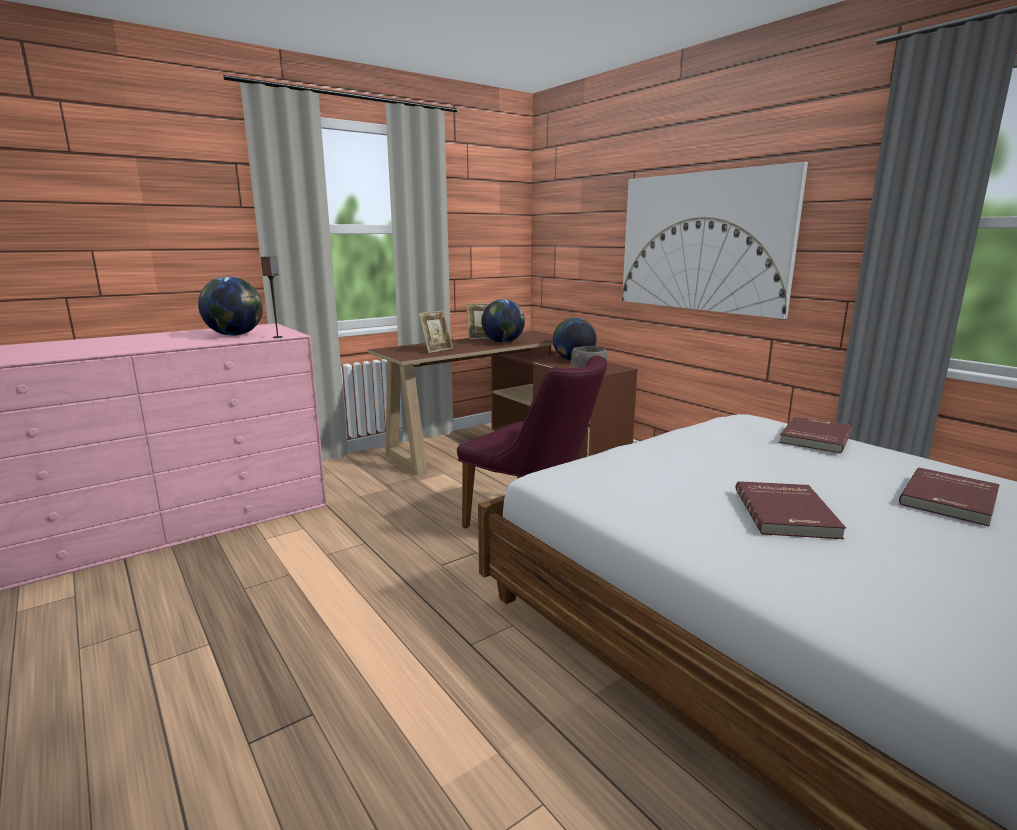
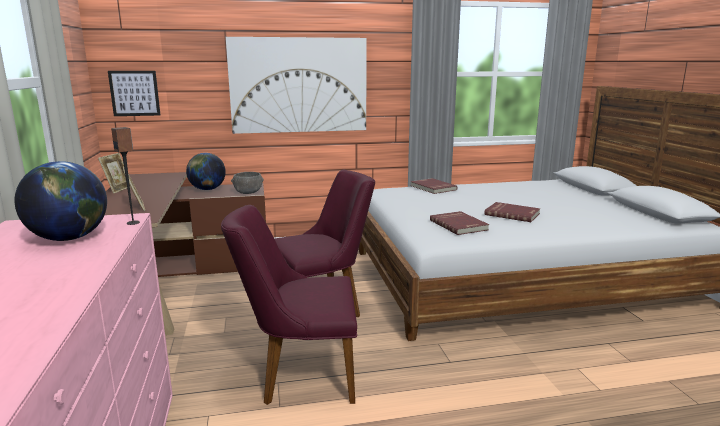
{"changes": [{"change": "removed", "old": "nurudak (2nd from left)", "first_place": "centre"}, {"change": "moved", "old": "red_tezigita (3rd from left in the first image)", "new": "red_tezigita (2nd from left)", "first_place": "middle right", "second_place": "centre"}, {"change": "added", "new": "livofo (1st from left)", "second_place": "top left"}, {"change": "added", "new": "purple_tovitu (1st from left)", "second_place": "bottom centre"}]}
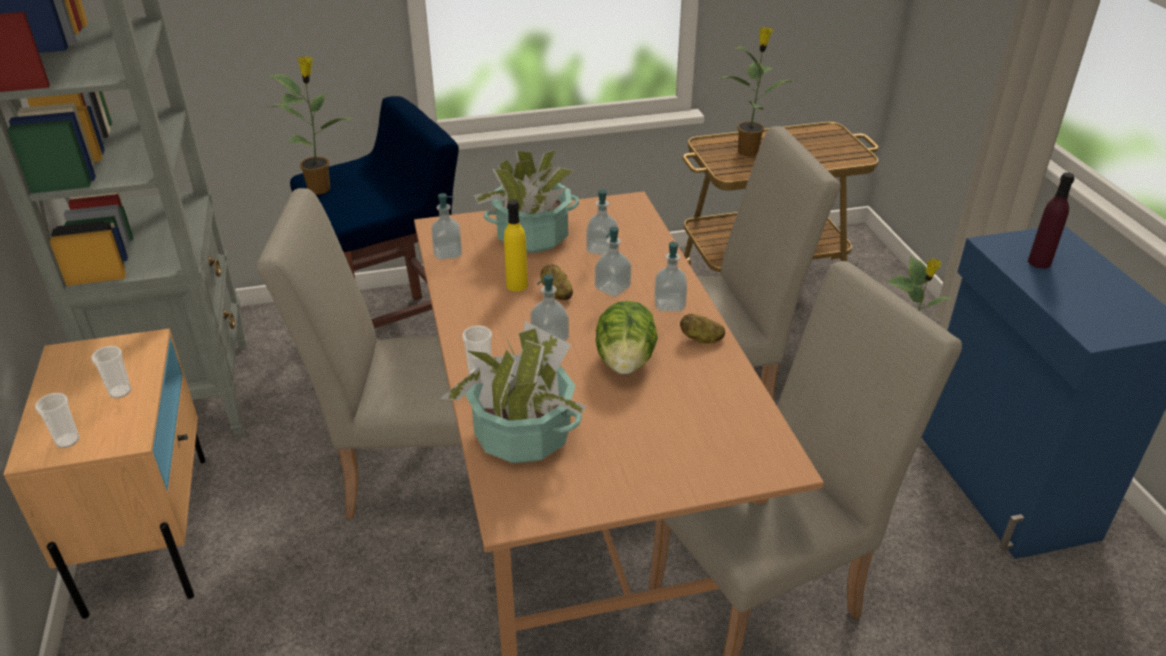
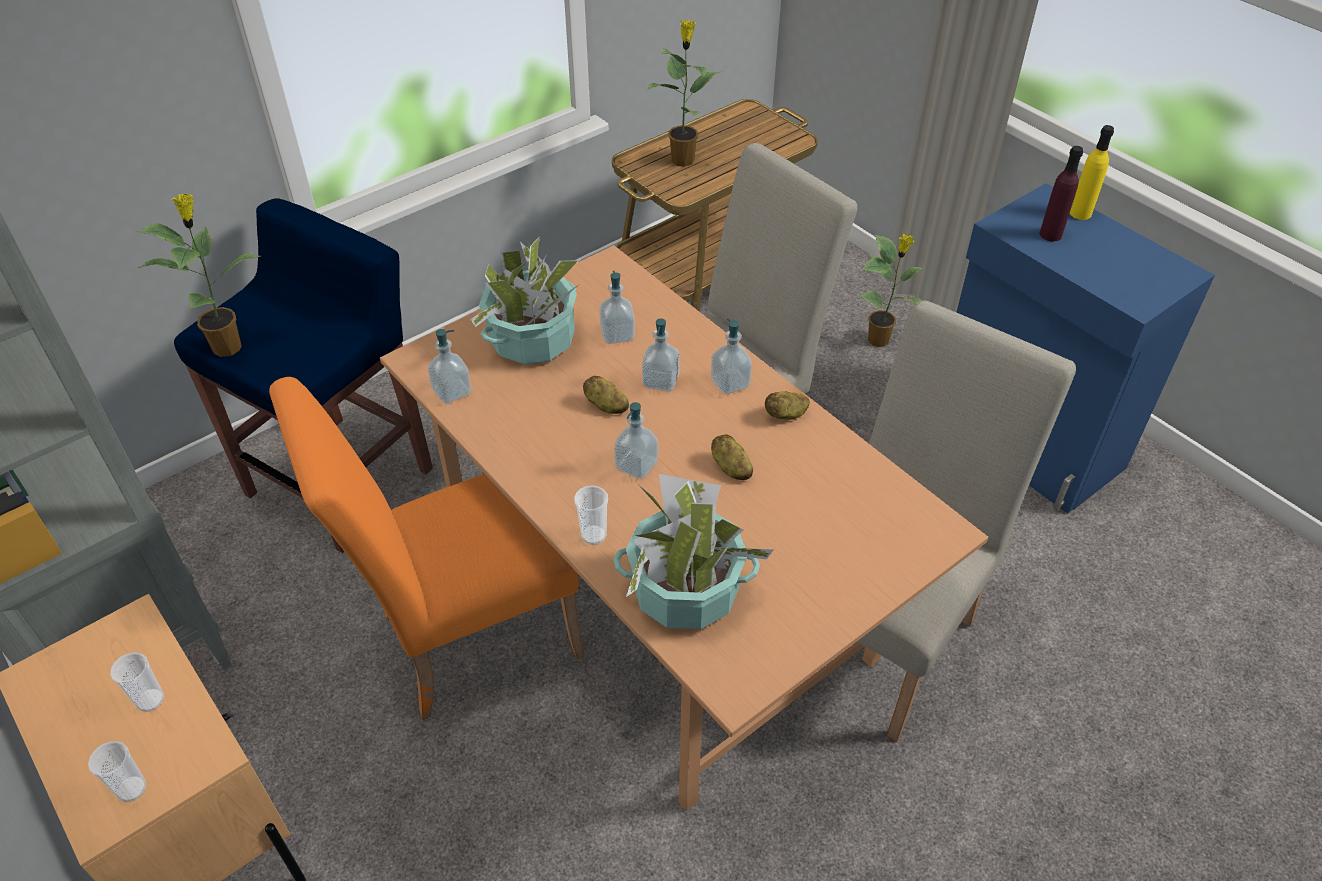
{"changes": [{"change": "recoloured", "old": "beige_tovitu (1st from left)", "new": "orange_tovitu", "first_place": "middle left", "second_place": "middle left"}, {"change": "moved", "old": "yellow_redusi", "first_place": "centre", "second_place": "top right"}, {"change": "replaced", "old": "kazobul", "new": "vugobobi (2nd from left)", "first_place": "centre", "second_place": "centre"}]}
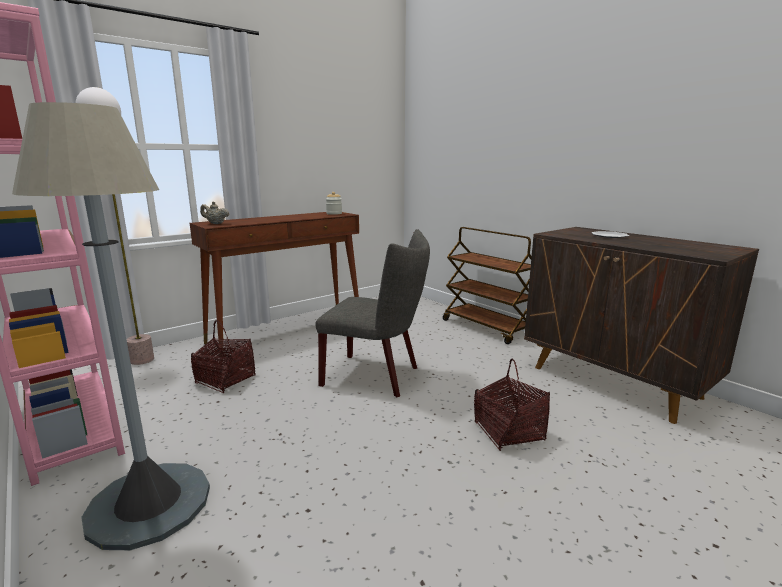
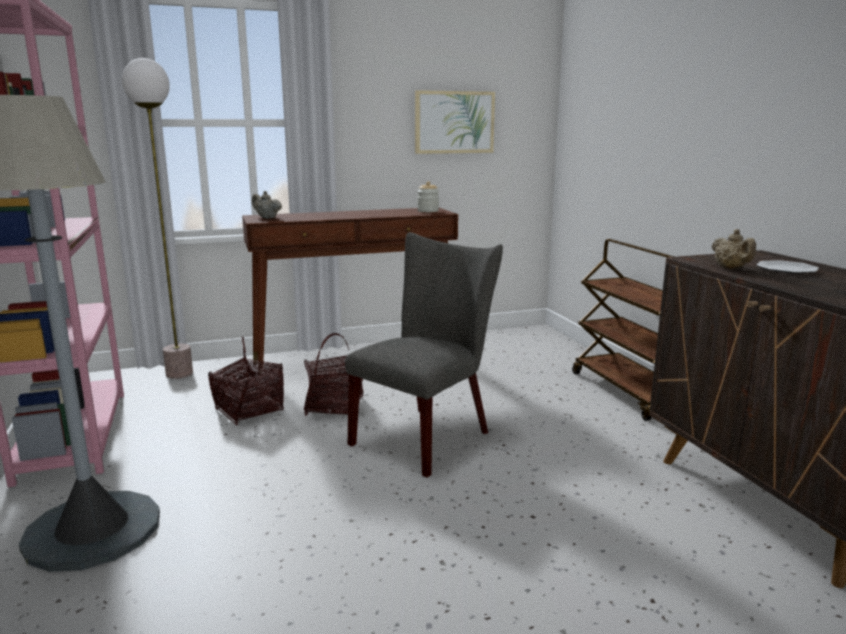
{"changes": [{"change": "turned", "old": "grey_tovitu", "first_place": "centre", "second_place": "centre", "degrees": -90}, {"change": "moved", "old": "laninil (2nd from left)", "first_place": "bottom centre", "second_place": "centre"}, {"change": "added", "new": "livofo", "second_place": "top centre"}, {"change": "added", "new": "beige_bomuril (2nd from left)", "second_place": "middle right"}]}
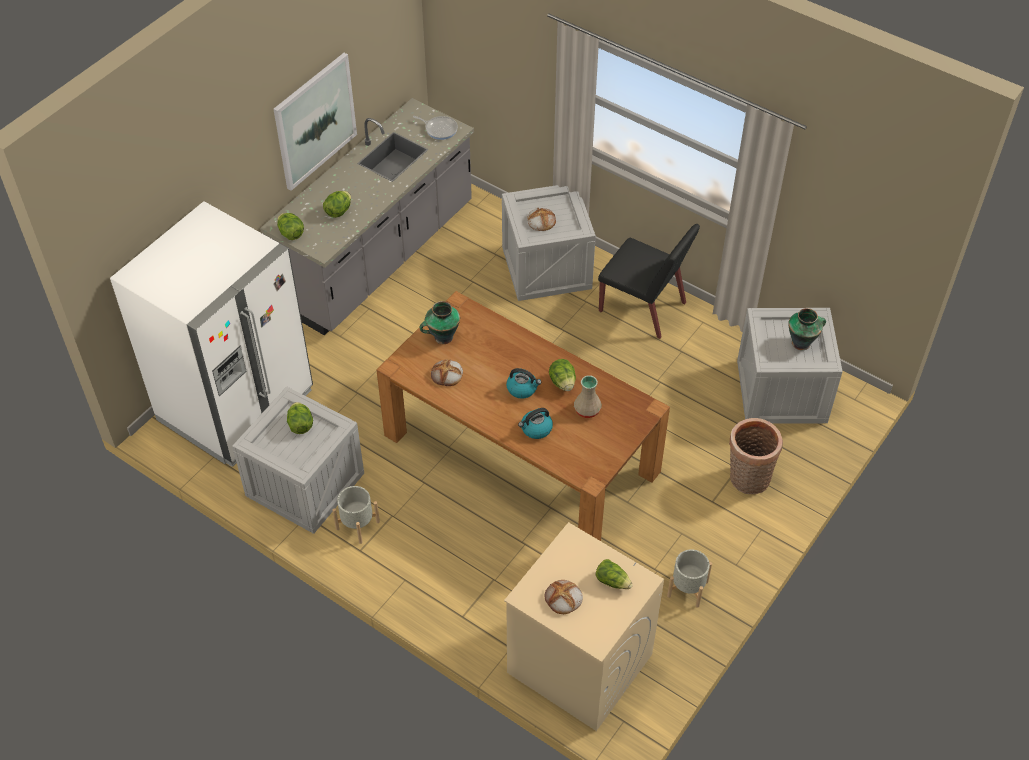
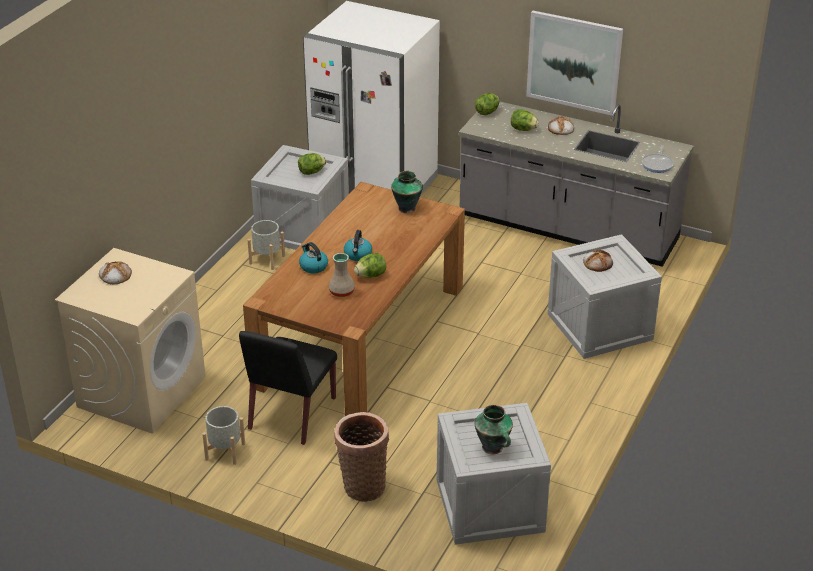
{"changes": [{"change": "moved", "old": "black_tovitu", "first_place": "centre", "second_place": "bottom centre"}, {"change": "moved", "old": "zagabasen (1st from left in the first image)", "new": "zagabasen (2nd from left)", "first_place": "centre", "second_place": "top right"}, {"change": "removed", "old": "kazobul (5th from left)", "first_place": "bottom centre"}]}
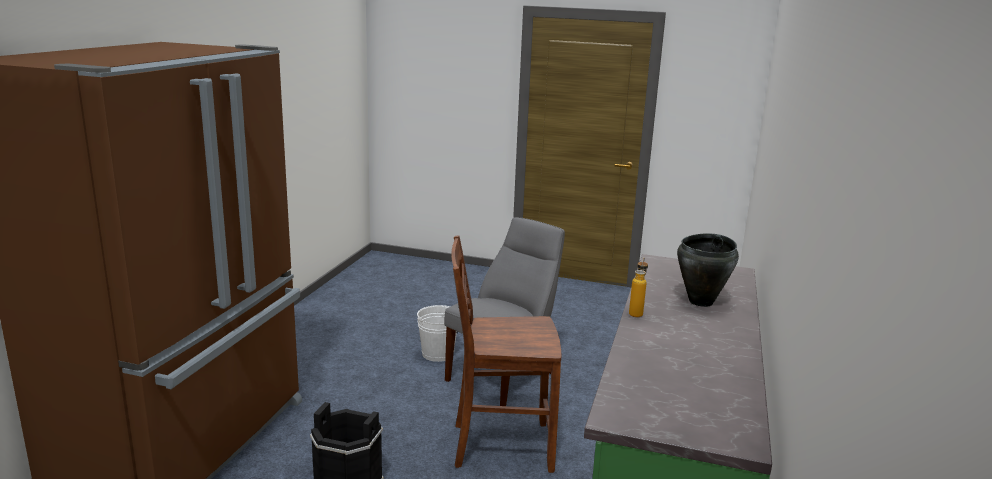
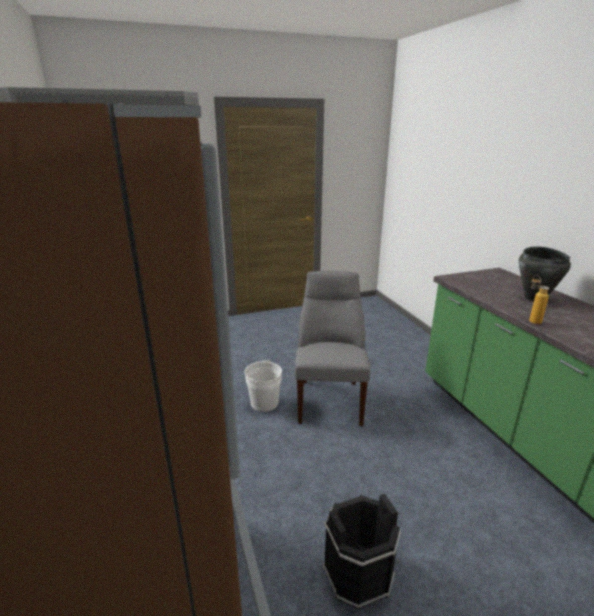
{"changes": [{"change": "removed", "old": "brown_tovitu", "first_place": "bottom centre"}]}
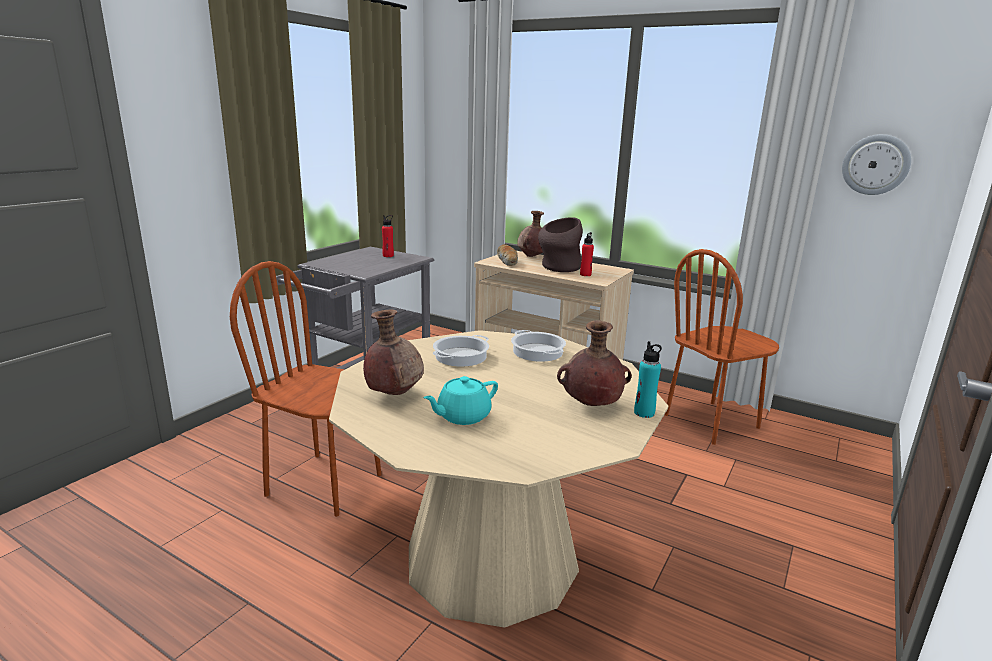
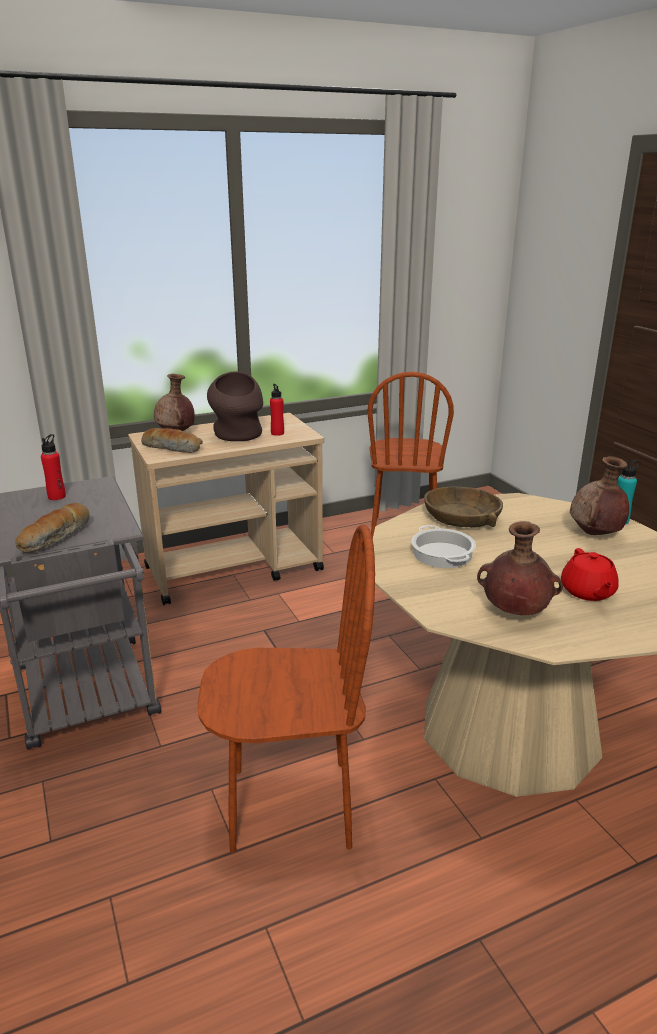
{"changes": [{"change": "removed", "old": "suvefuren", "first_place": "top right"}, {"change": "turned", "old": "brown_tovitu (1st from left)", "first_place": "middle left", "second_place": "centre", "degrees": -150}, {"change": "replaced", "old": "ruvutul (2nd from left)", "new": "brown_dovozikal", "first_place": "centre", "second_place": "middle right"}, {"change": "recoloured", "old": "turquoise_bomuril", "new": "red_bomuril", "first_place": "centre", "second_place": "middle right"}, {"change": "added", "new": "zagabasen (1st from left)", "second_place": "middle left"}]}
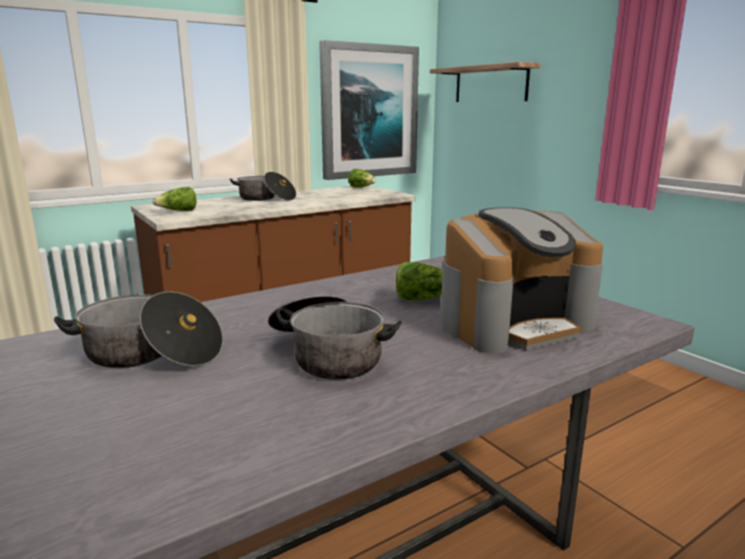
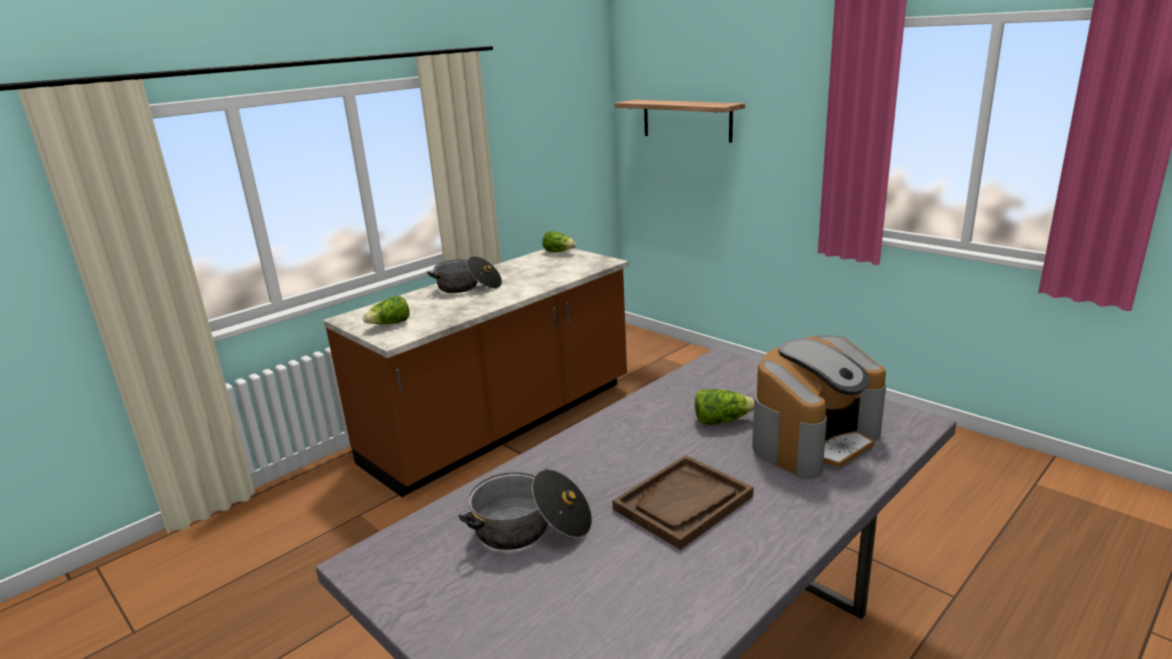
{"changes": [{"change": "removed", "old": "livofo", "first_place": "top centre"}, {"change": "replaced", "old": "ruvutul (3rd from left)", "new": "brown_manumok", "first_place": "centre", "second_place": "bottom centre"}]}
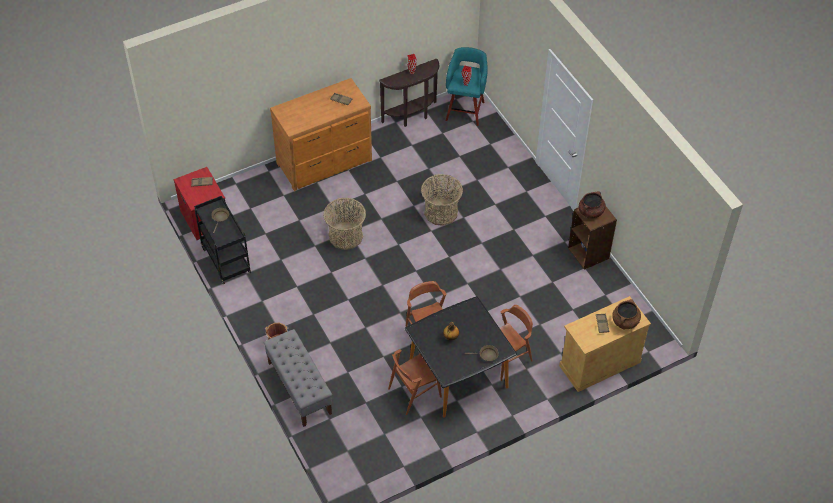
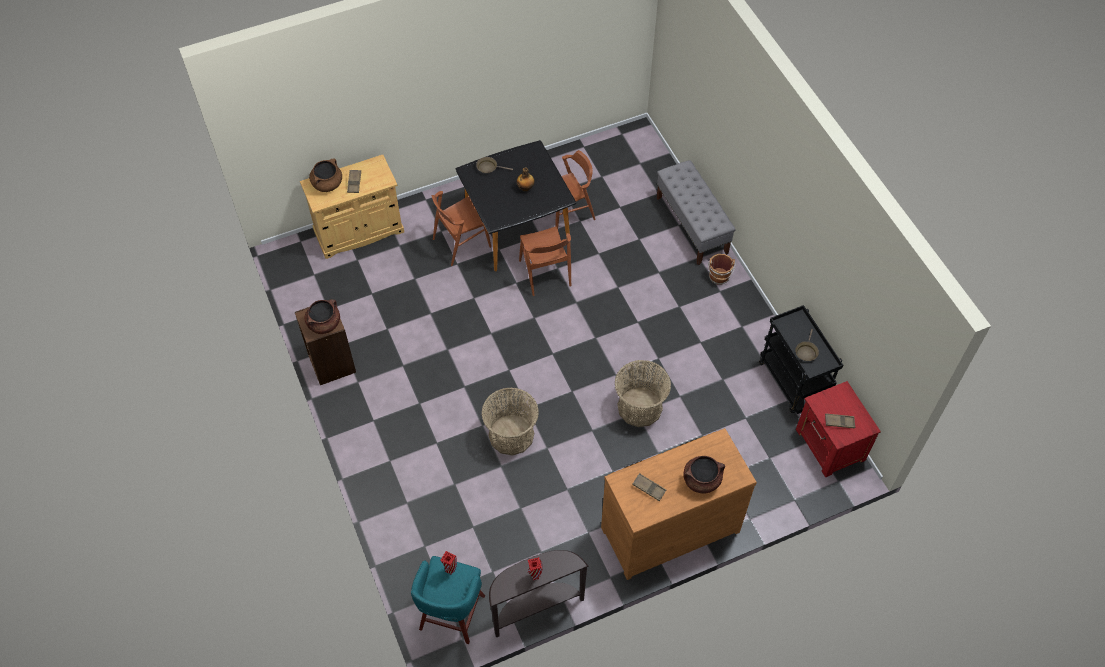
{"changes": [{"change": "added", "new": "brown_ruvutul (3rd from left)", "second_place": "bottom centre"}]}
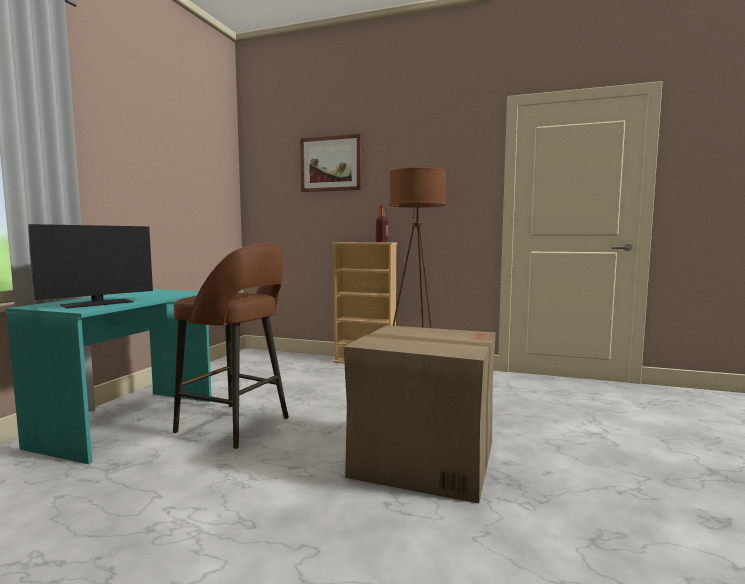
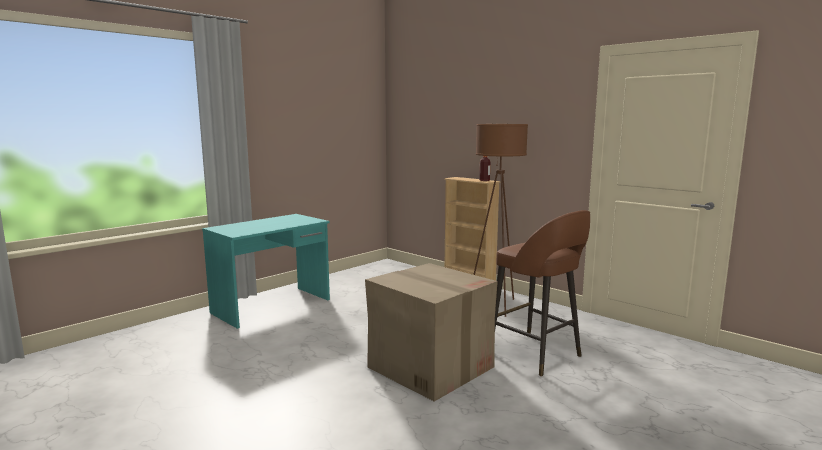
{"changes": [{"change": "removed", "old": "livofo", "first_place": "top centre"}, {"change": "removed", "old": "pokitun", "first_place": "middle left"}, {"change": "moved", "old": "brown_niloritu", "first_place": "middle left", "second_place": "centre"}]}
